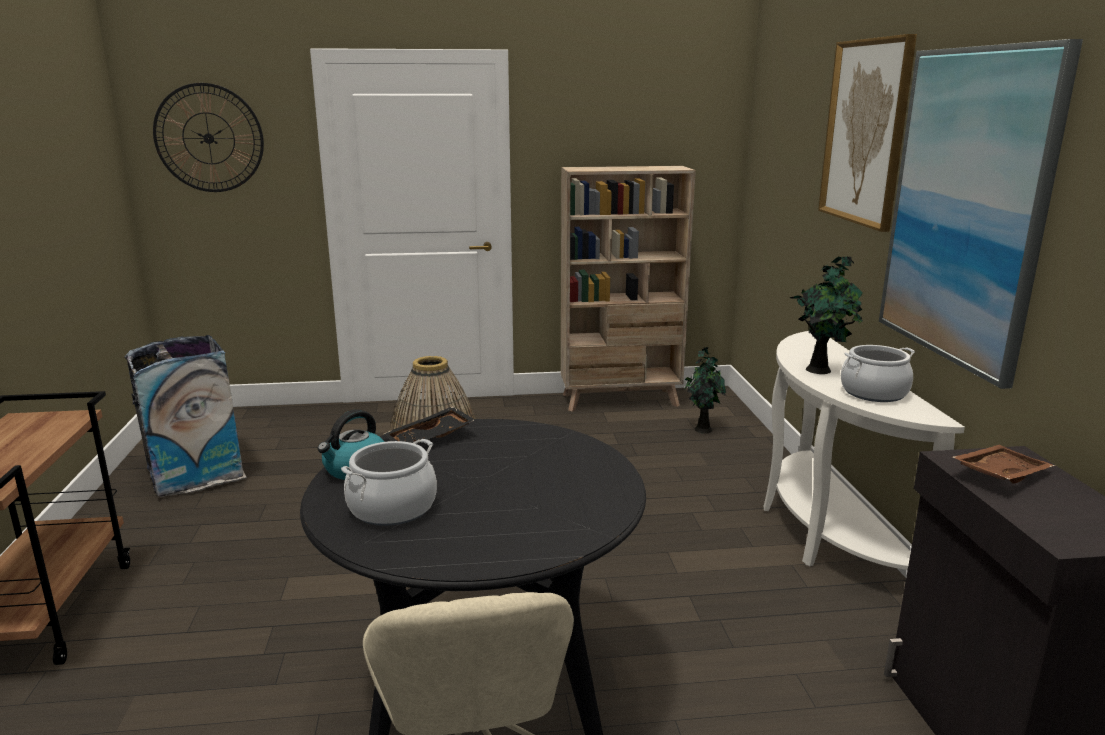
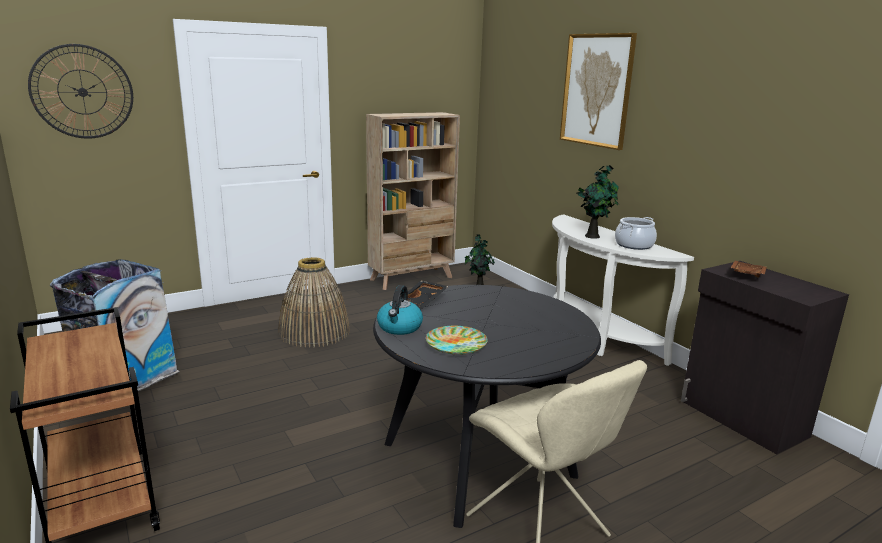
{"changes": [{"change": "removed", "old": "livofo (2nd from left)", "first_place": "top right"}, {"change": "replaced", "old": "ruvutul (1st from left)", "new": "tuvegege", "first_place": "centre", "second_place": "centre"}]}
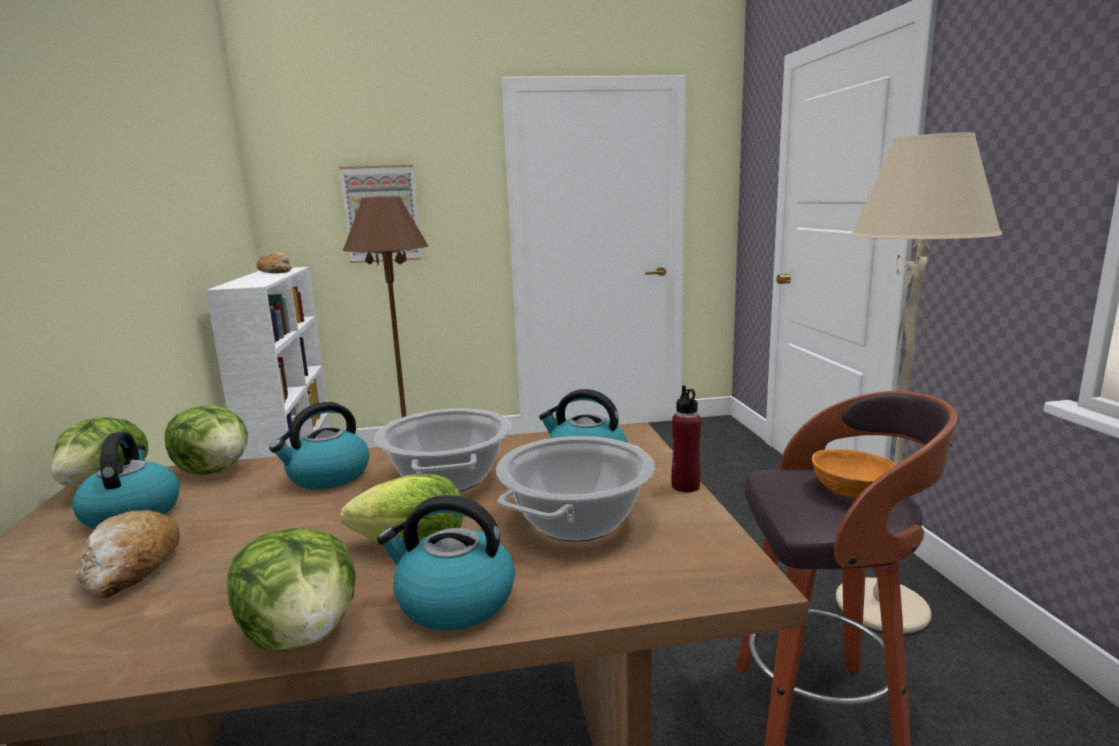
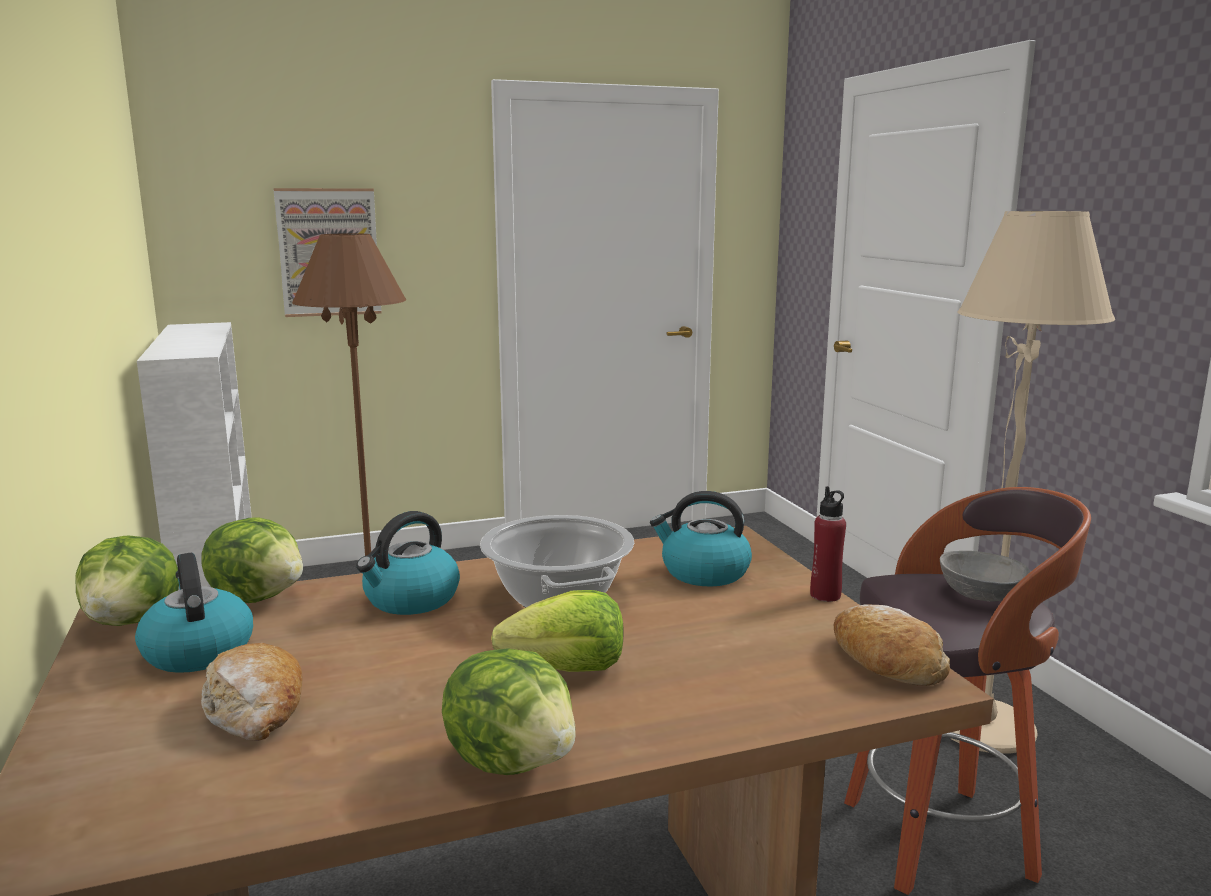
{"changes": [{"change": "moved", "old": "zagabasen (2nd from left)", "first_place": "middle left", "second_place": "bottom right"}, {"change": "removed", "old": "ruvutul (2nd from left)", "first_place": "centre"}, {"change": "recoloured", "old": "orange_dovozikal", "new": "grey_dovozikal", "first_place": "middle right", "second_place": "middle right"}, {"change": "removed", "old": "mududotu (3rd from left)", "first_place": "bottom centre"}]}
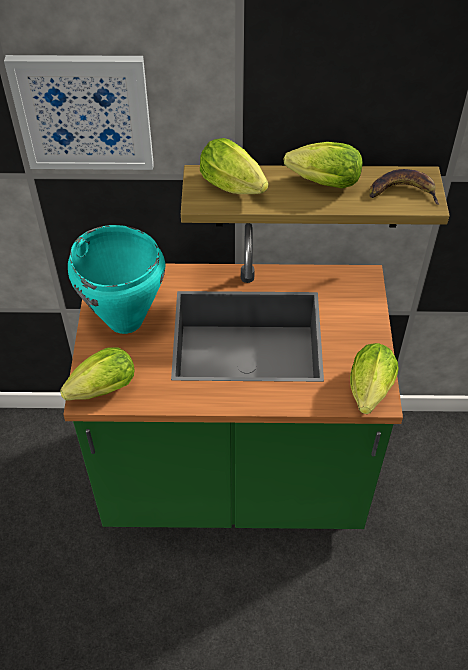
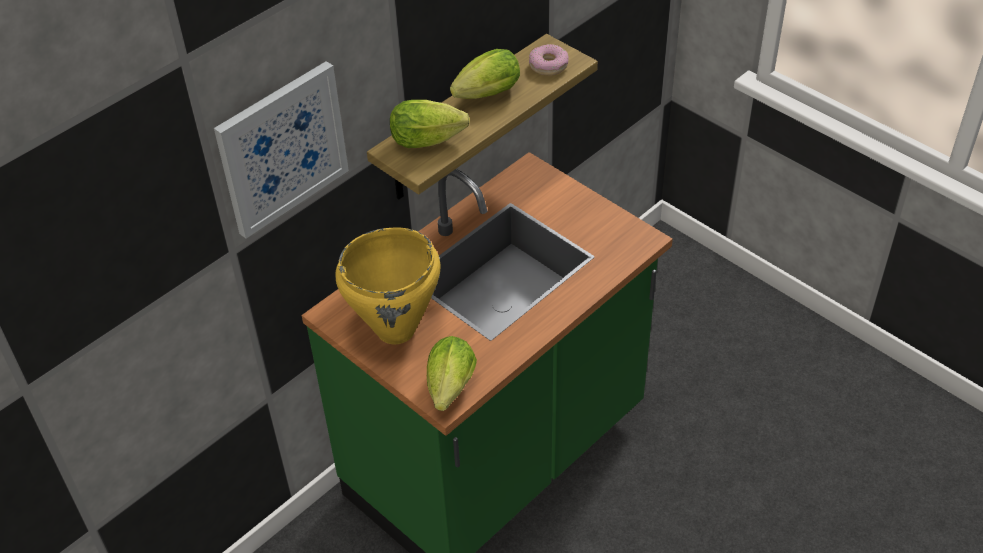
{"changes": [{"change": "replaced", "old": "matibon", "new": "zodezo", "first_place": "top right", "second_place": "top centre"}, {"change": "recoloured", "old": "turquoise_ruvutul", "new": "yellow_ruvutul", "first_place": "middle left", "second_place": "centre"}, {"change": "removed", "old": "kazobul (4th from left)", "first_place": "middle right"}]}
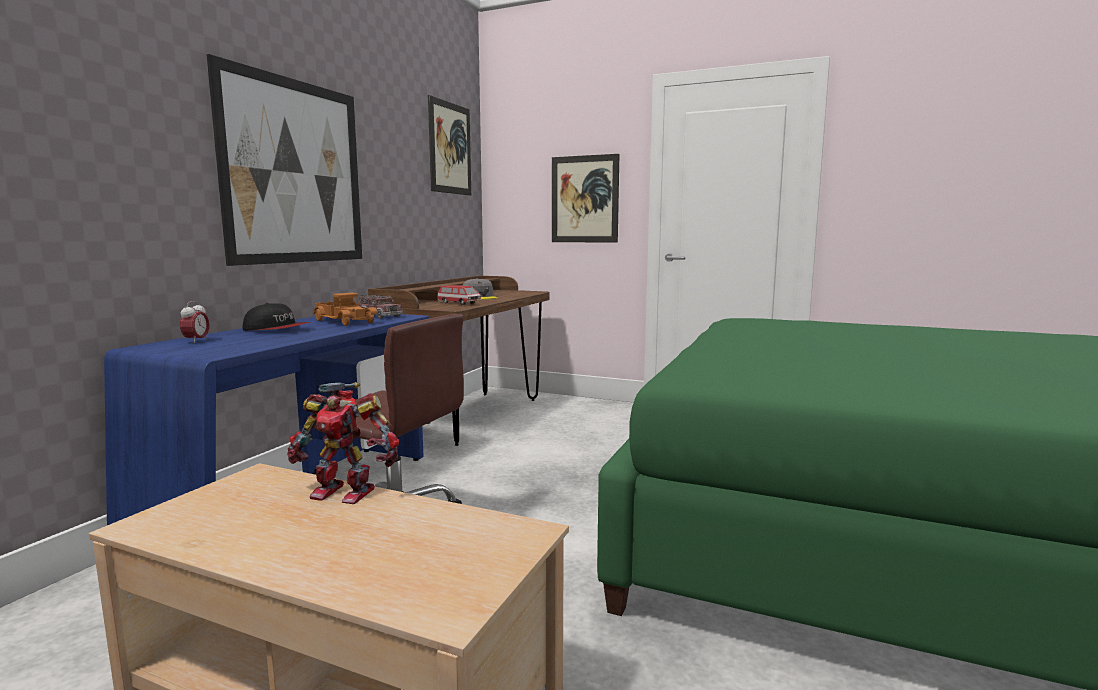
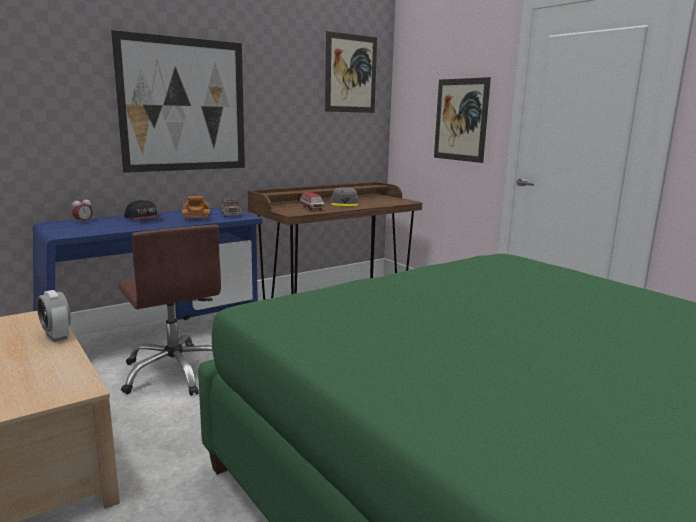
{"changes": [{"change": "replaced", "old": "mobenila", "new": "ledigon (1st from left)", "first_place": "middle left", "second_place": "middle left"}]}
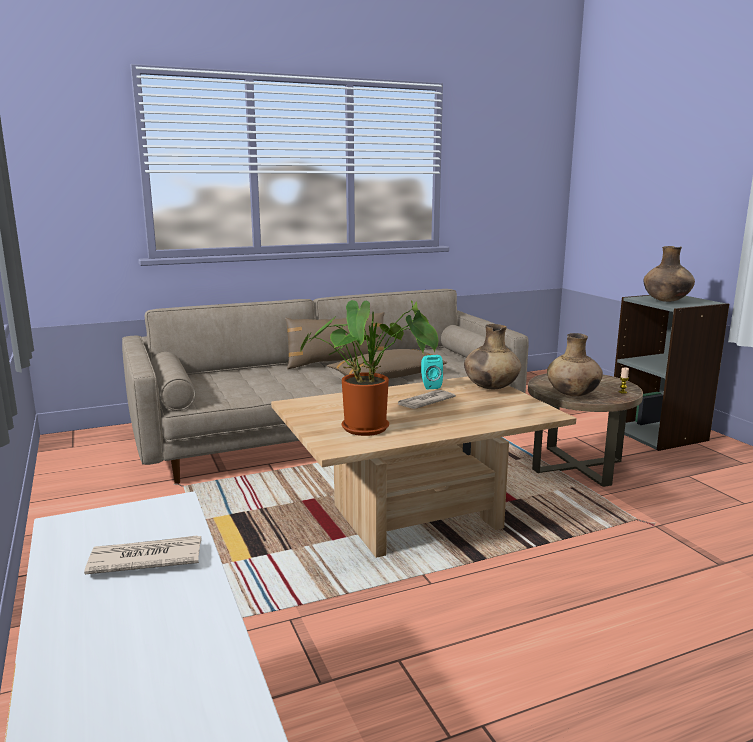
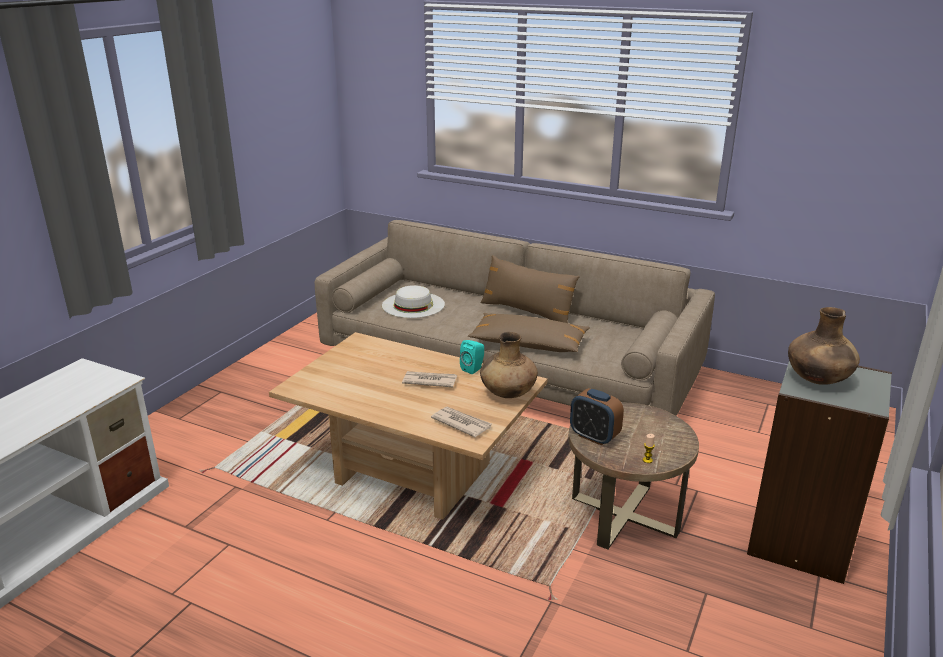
{"changes": [{"change": "removed", "old": "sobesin", "first_place": "centre"}, {"change": "replaced", "old": "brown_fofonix (2nd from left)", "new": "ledigon", "first_place": "middle right", "second_place": "centre"}, {"change": "moved", "old": "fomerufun (1st from left in the first image)", "new": "fomerufun (2nd from left)", "first_place": "bottom left", "second_place": "centre"}, {"change": "added", "new": "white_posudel", "second_place": "centre"}]}
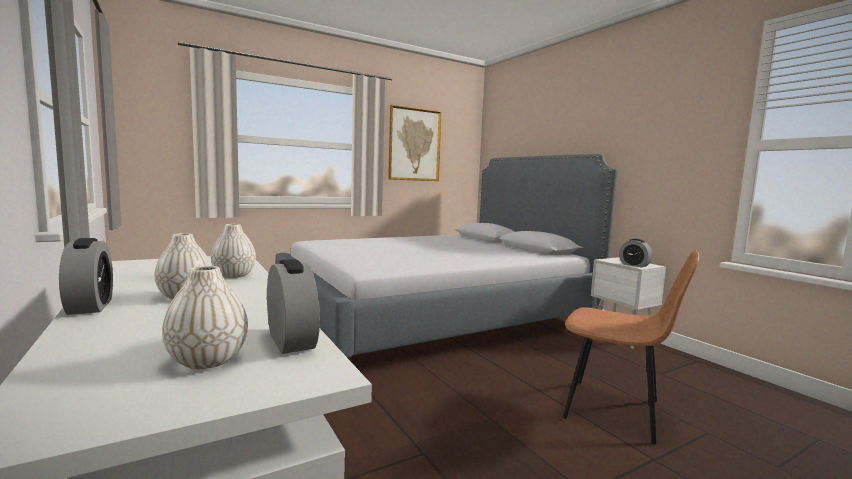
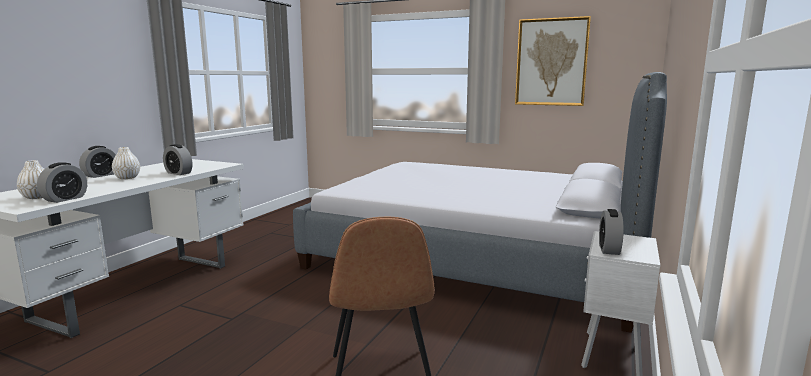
{"changes": [{"change": "replaced", "old": "white_fofonix (3rd from left)", "new": "ledigon (3rd from left)", "first_place": "middle left", "second_place": "middle left"}]}
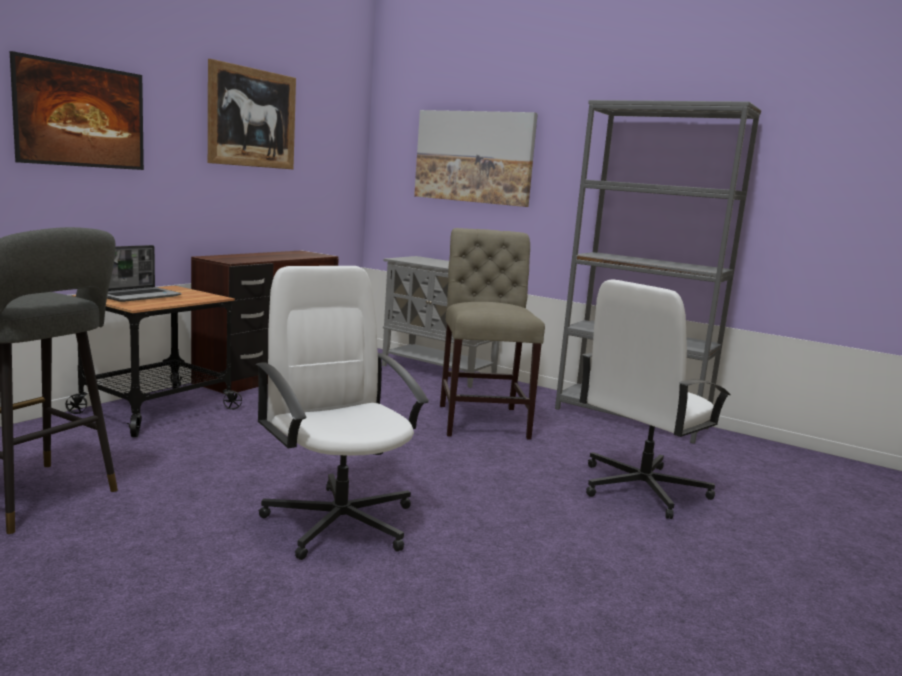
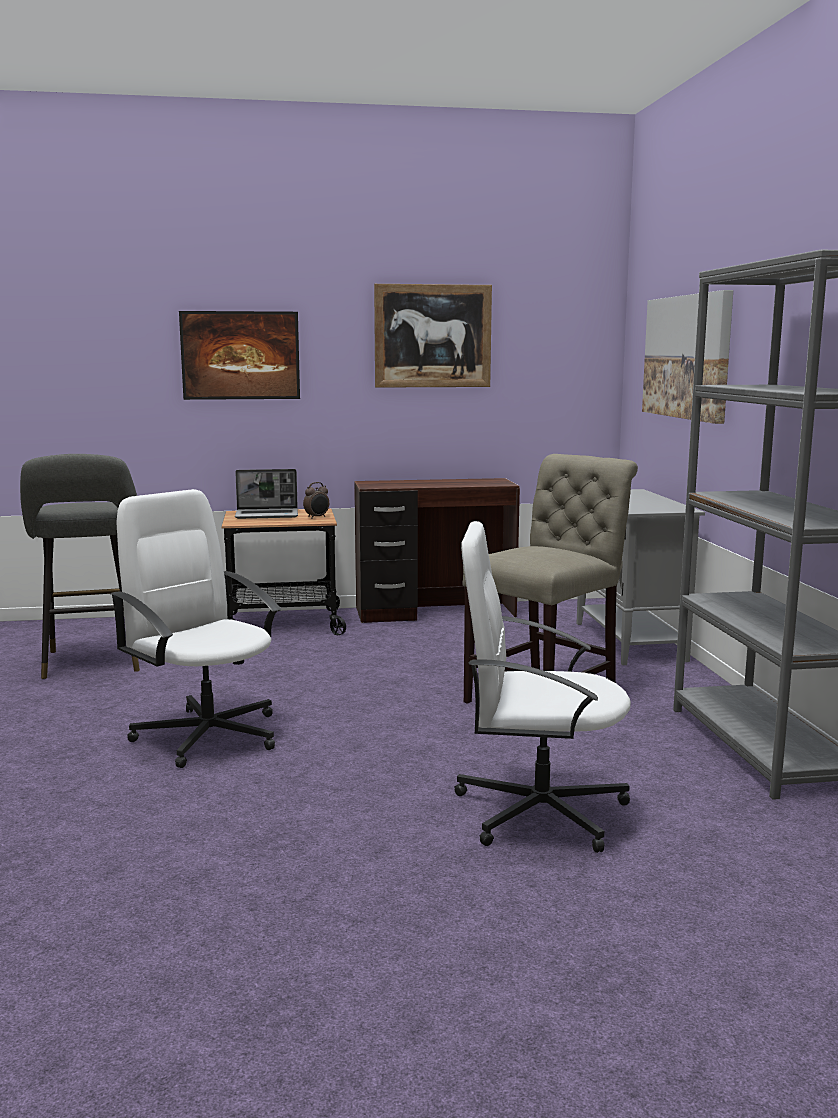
{"changes": [{"change": "turned", "old": "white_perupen (1st from left)", "first_place": "centre", "second_place": "middle left", "degrees": -60}, {"change": "added", "new": "ledigon", "second_place": "centre"}]}
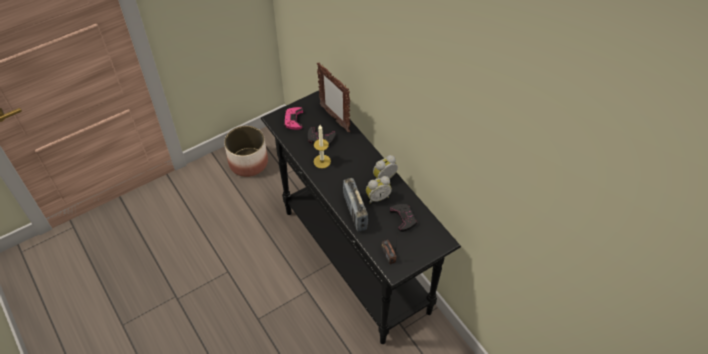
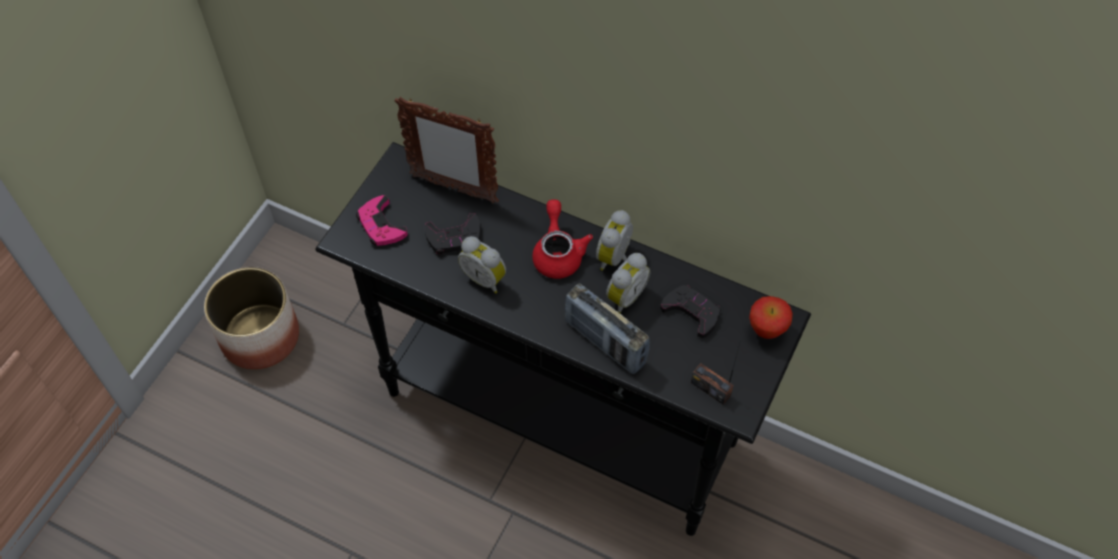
{"changes": [{"change": "replaced", "old": "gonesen", "new": "ledigon (1st from left)", "first_place": "centre", "second_place": "centre"}, {"change": "added", "new": "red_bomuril", "second_place": "centre"}, {"change": "added", "new": "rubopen", "second_place": "middle right"}]}
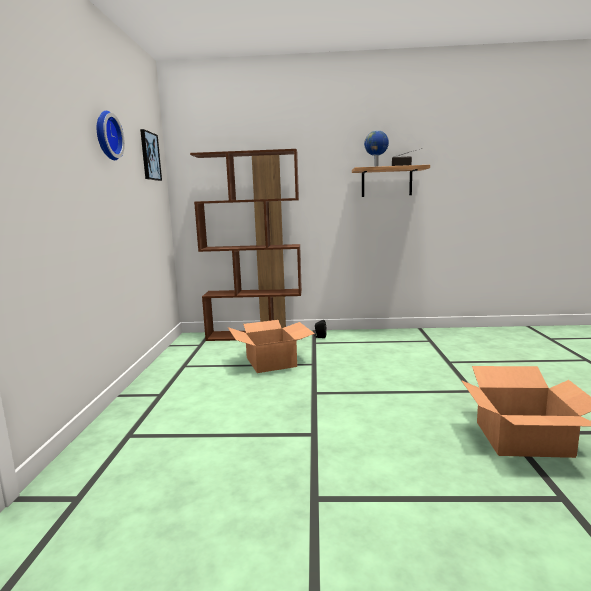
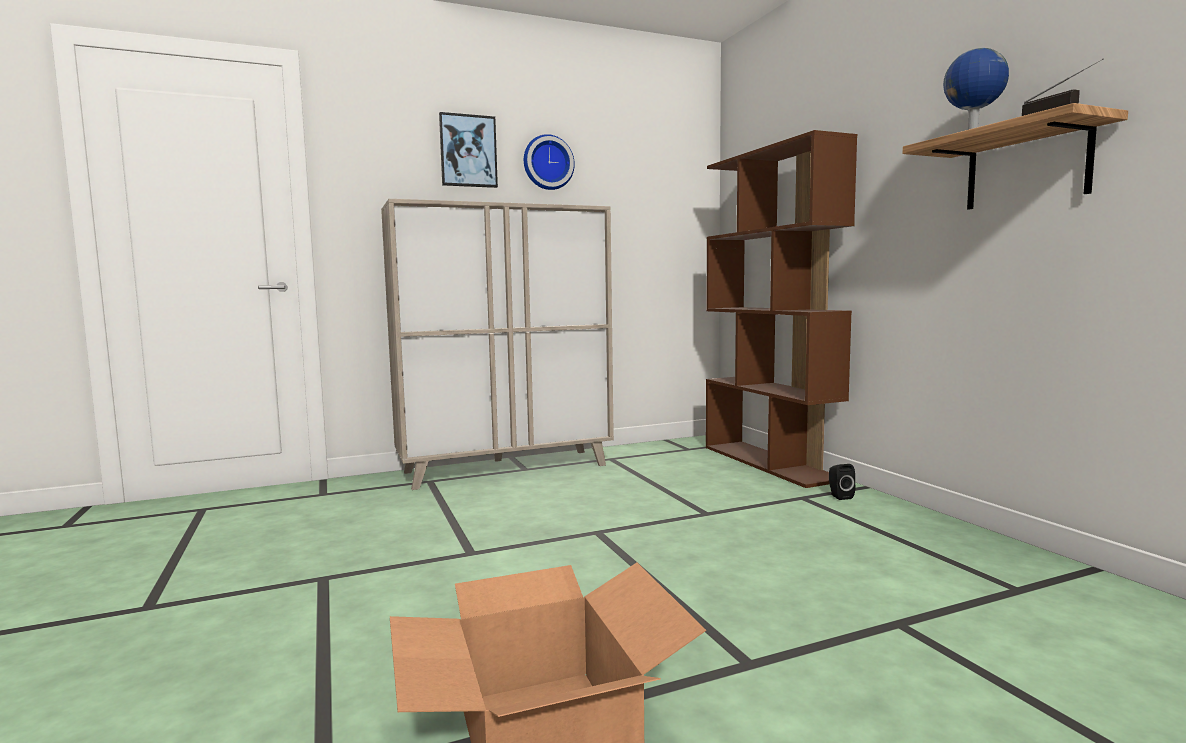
{"changes": [{"change": "moved", "old": "livofo", "first_place": "top left", "second_place": "top centre"}, {"change": "removed", "old": "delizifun (1st from left)", "first_place": "centre"}, {"change": "added", "new": "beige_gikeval", "second_place": "centre"}]}
